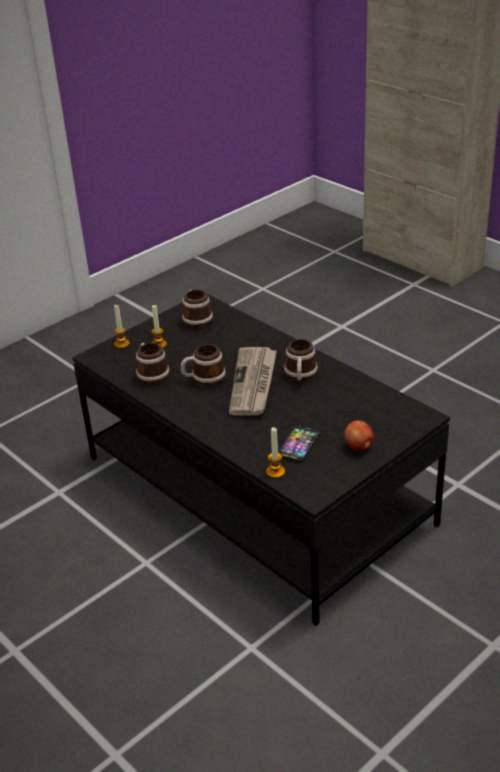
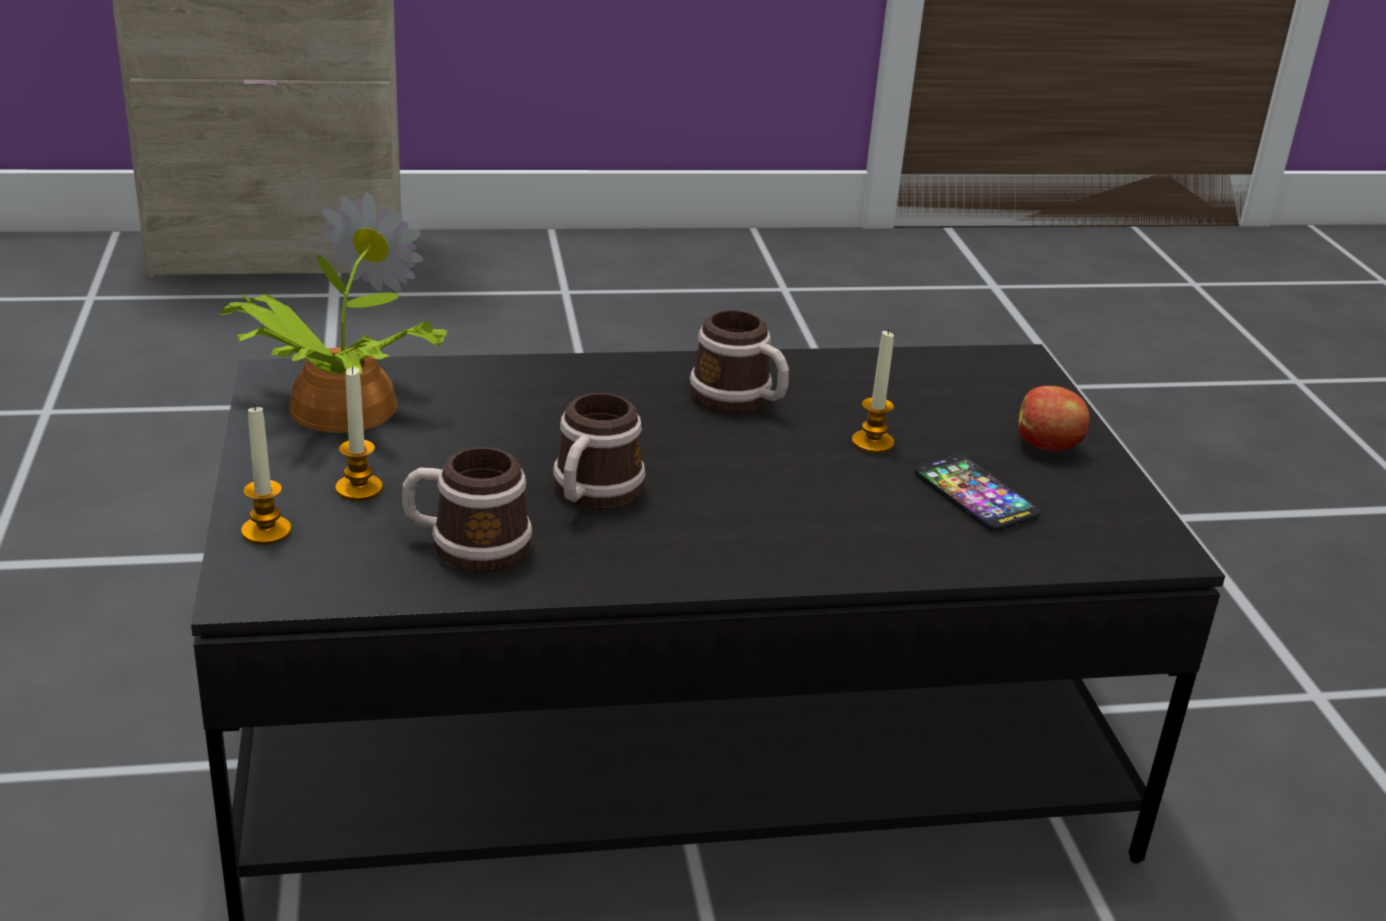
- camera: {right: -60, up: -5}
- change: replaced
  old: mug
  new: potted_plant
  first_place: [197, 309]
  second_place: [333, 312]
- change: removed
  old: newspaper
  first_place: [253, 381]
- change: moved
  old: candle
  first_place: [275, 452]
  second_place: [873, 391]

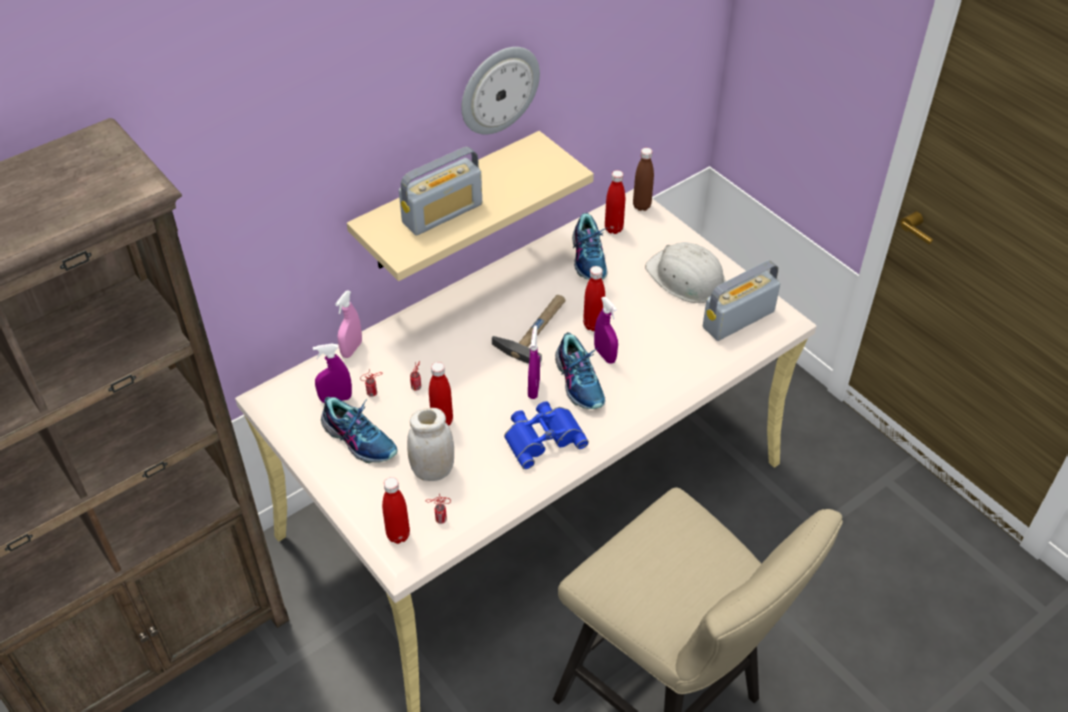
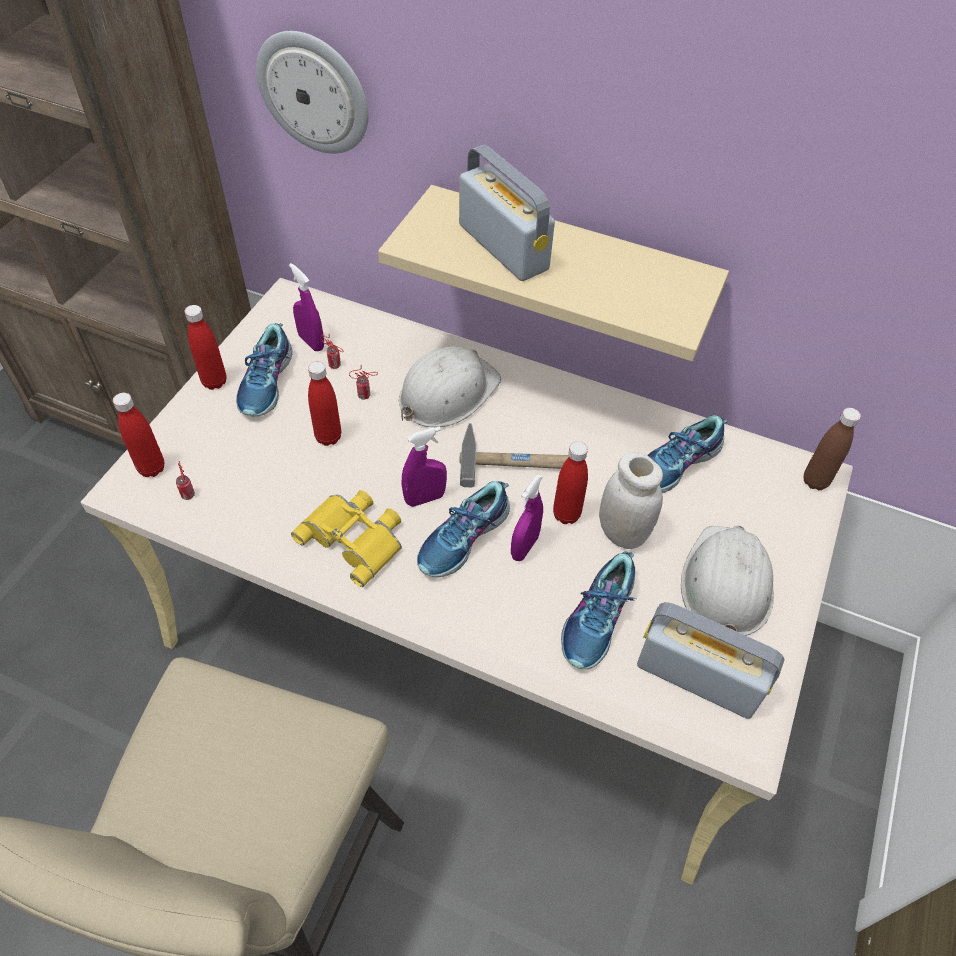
- camera: {right: 60, up: 5}
- change: removed
  old: pink_spray_bottle
  first_place: [348, 324]
- change: turned
  old: radio
  first_place: [440, 191]
  second_place: [507, 213]
  degrees: -150
- change: moved
  old: white_jar
  first_place: [430, 444]
  second_place: [631, 500]
- change: moved
  old: wall_clock
  first_place: [500, 90]
  second_place: [312, 92]
- change: recoloured
  old: blue_binoculars
  new: yellow_binoculars
  first_place: [546, 435]
  second_place: [346, 538]
- change: moved
  old: red_bottle
  first_place: [615, 202]
  second_place: [205, 347]
- change: added
  new: white_hard_hat
  second_place: [450, 386]
- change: added
  new: shoe
  second_place: [598, 610]

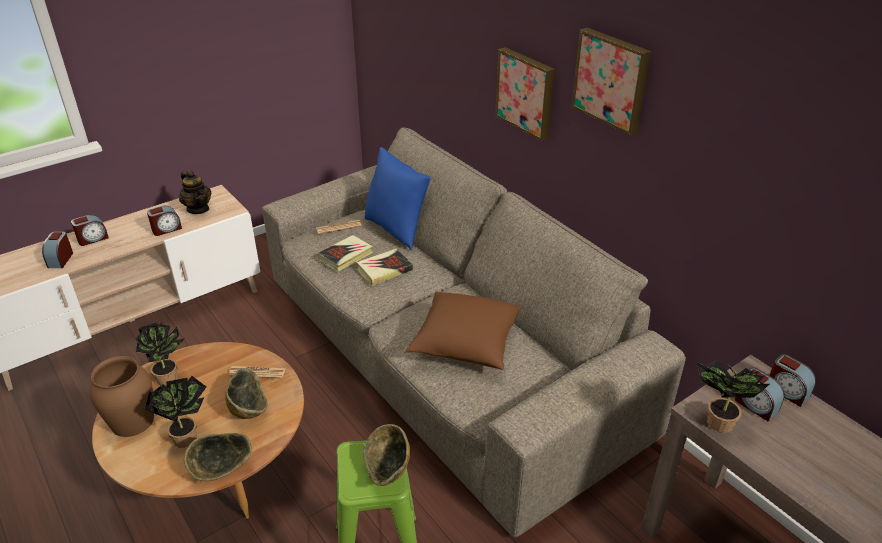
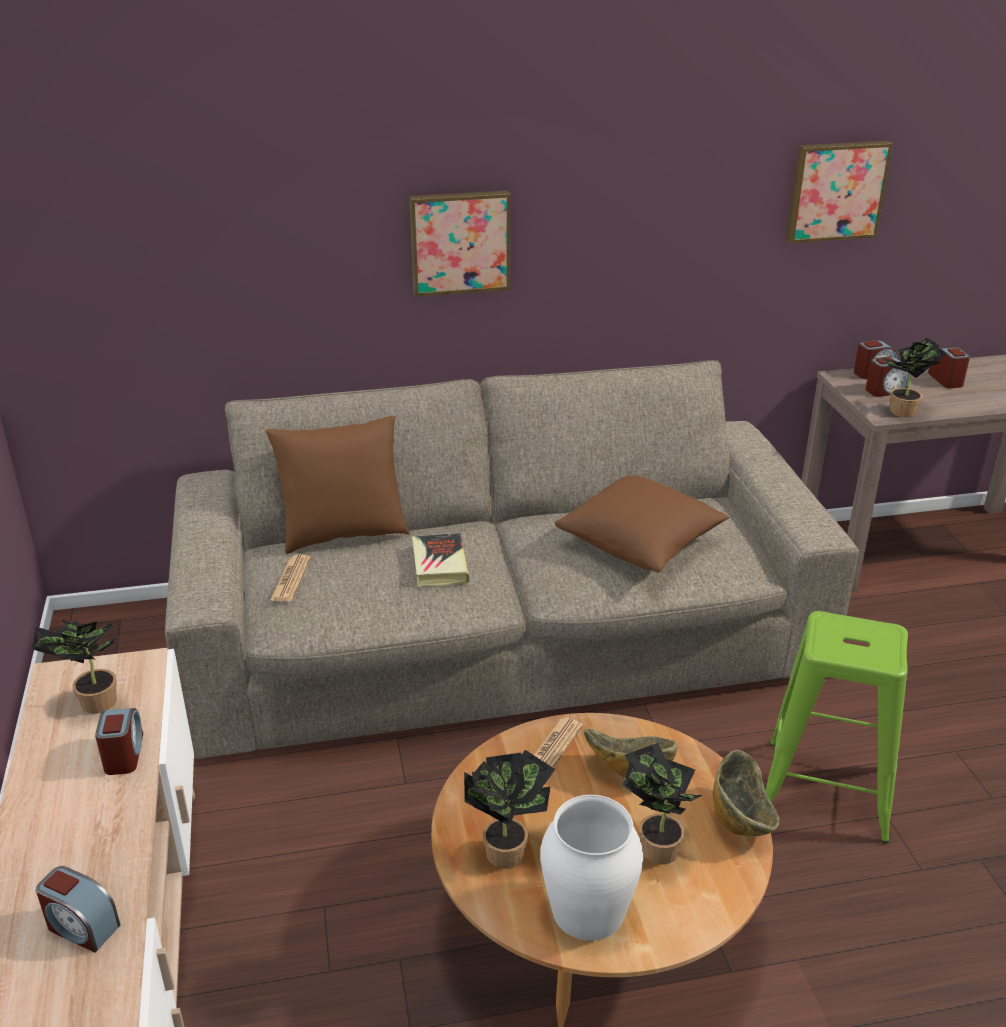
- camera: {right: -65, up: -5}
- change: moved
  old: alarm_clock
  first_place: [90, 230]
  second_place: [949, 368]
- change: recoloured
  old: brown_vase
  new: white_vase
  first_place: [122, 396]
  second_place: [591, 868]
- change: replaced
  old: teapot
  new: potted_plant
  first_place: [195, 192]
  second_place: [76, 667]
- change: removed
  old: book
  first_place: [345, 253]
- change: removed
  old: bowl
  first_place: [386, 455]
- change: recoloured
  old: blue_pillow
  new: brown_pillow
  first_place: [398, 198]
  second_place: [338, 485]
- change: moved
  old: picture
  first_place: [611, 81]
  second_place: [839, 192]

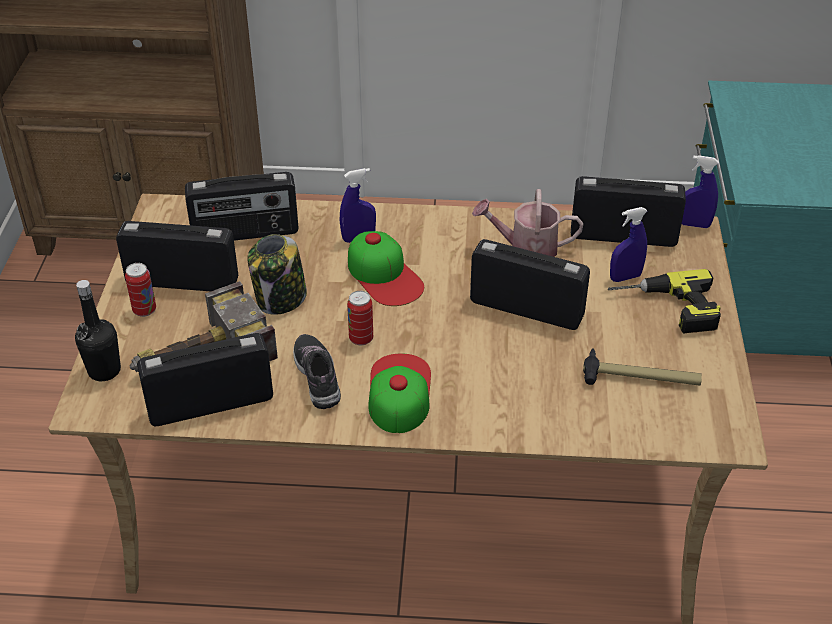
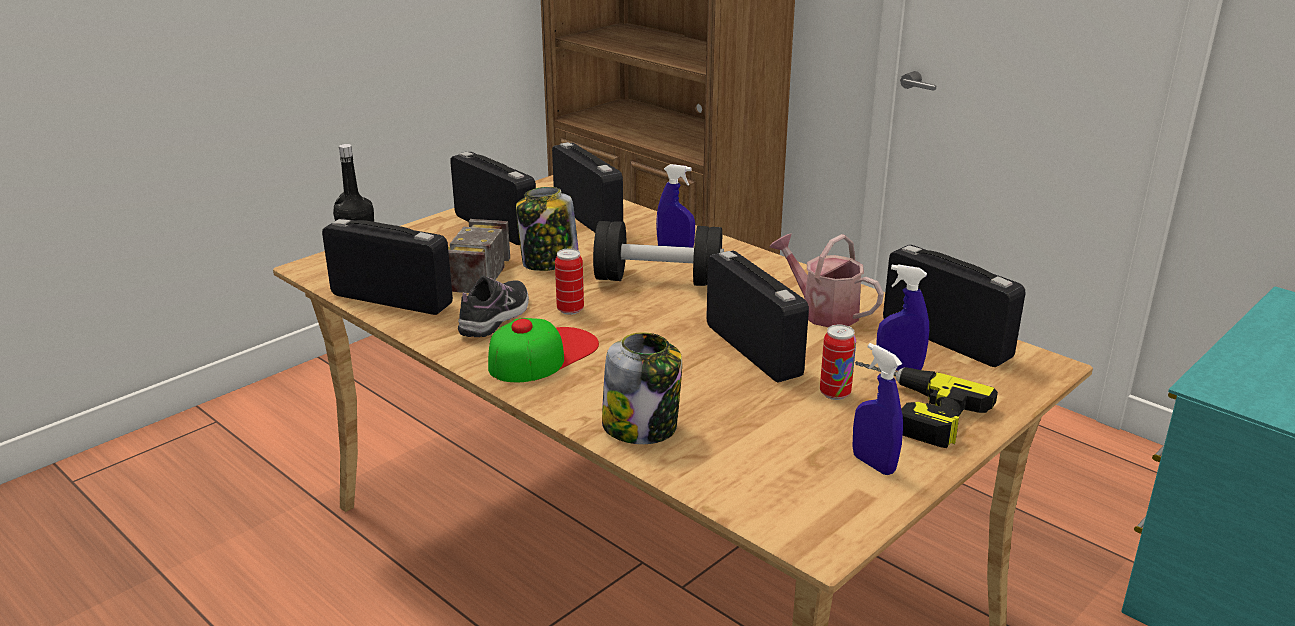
- camera: {right: 40, up: -15}
- change: moved
  old: can
  first_place: [140, 290]
  second_place: [838, 362]
- change: turned
  old: radio
  first_place: [242, 206]
  second_place: [587, 187]
  degrees: -150
- change: replaced
  old: cap
  new: black_dumbbell
  first_place: [386, 268]
  second_place: [658, 253]
- change: removed
  old: hammer
  first_place: [642, 366]
- change: moved
  old: blue_spray_bottle
  first_place: [700, 191]
  second_place: [878, 409]
- change: added
  new: jar
  second_place: [642, 388]

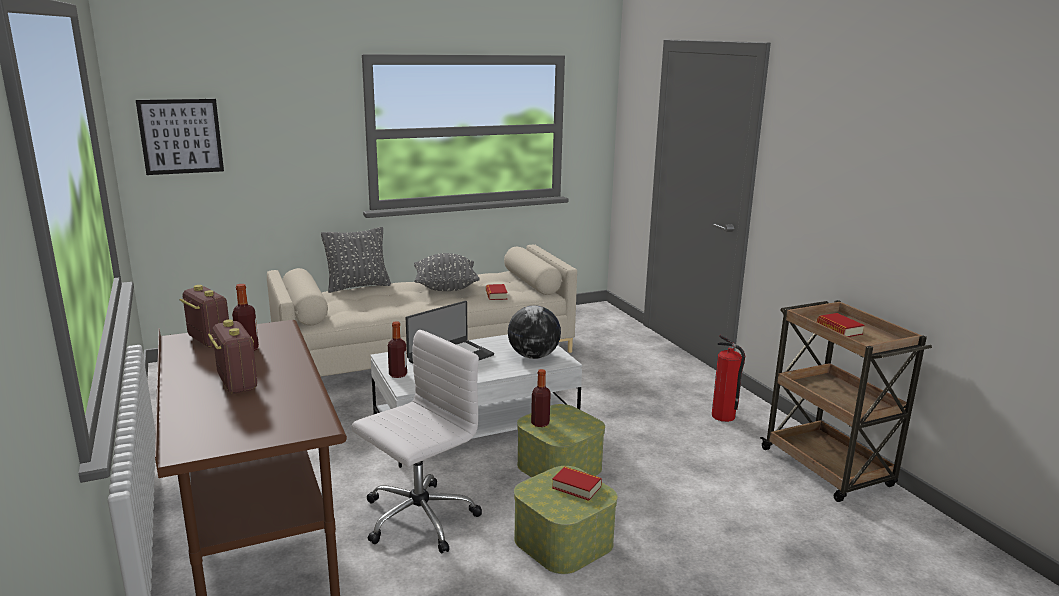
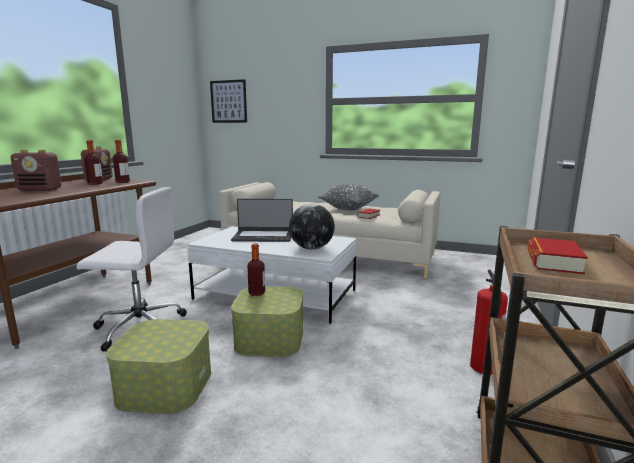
- camera: {right: 45, up: -5}
- change: turned
  old: radio
  first_place: [232, 357]
  second_place: [36, 170]
  degrees: 75
- change: removed
  old: grey_pillow
  first_place: [356, 260]
- change: moved
  old: bottle
  first_place: [397, 349]
  second_place: [121, 161]
- change: removed
  old: book
  first_place: [577, 484]

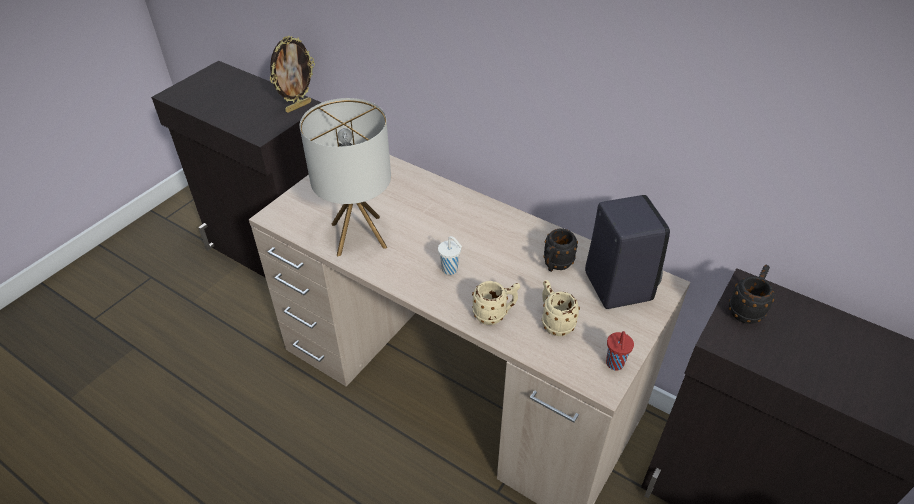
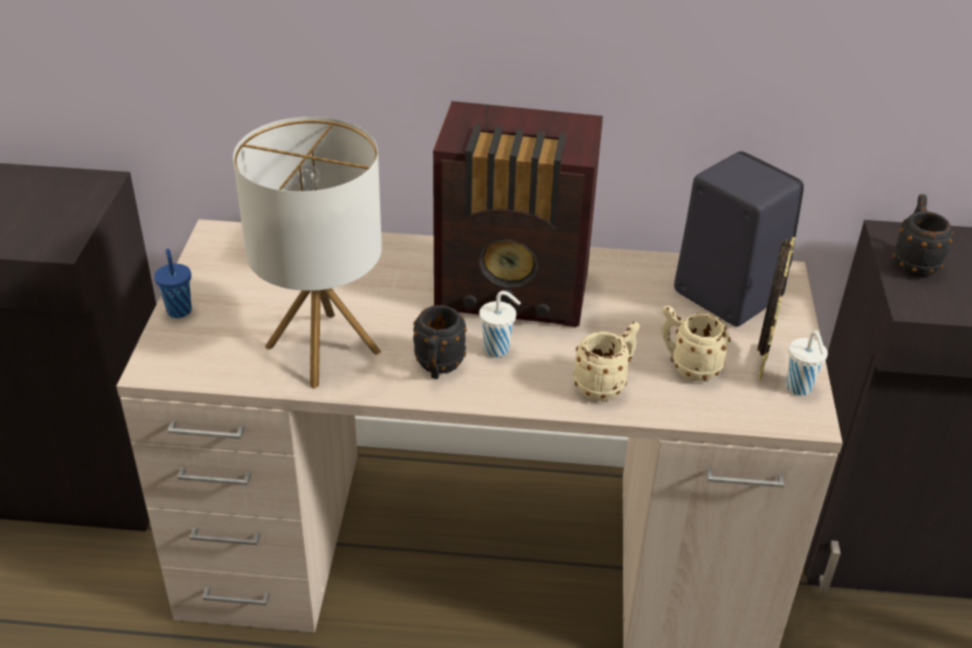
- camera: {right: -30, up: -5}
- change: moved
  old: picture_frame
  first_place: [292, 74]
  second_place: [776, 308]
- change: moved
  old: black_mug
  first_place: [560, 250]
  second_place: [440, 342]
- change: recoloured
  old: red_cup
  new: white_cup
  first_place: [620, 350]
  second_place: [807, 362]
- change: added
  new: blue_cup
  second_place: [173, 283]
- change: added
  new: radio
  second_place: [518, 214]

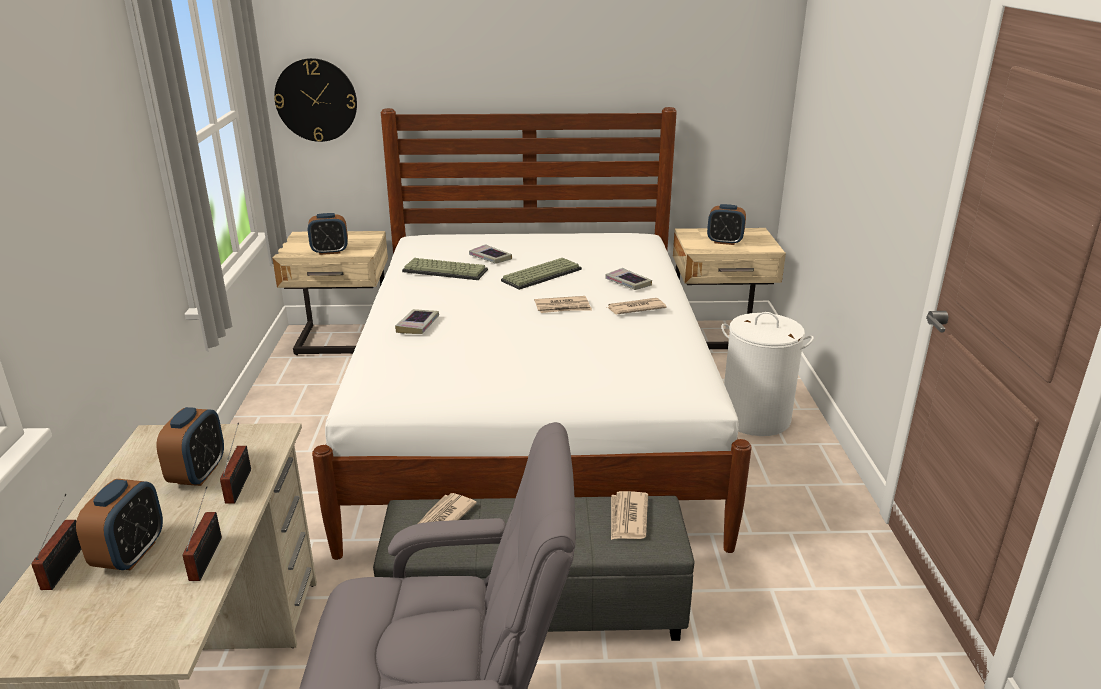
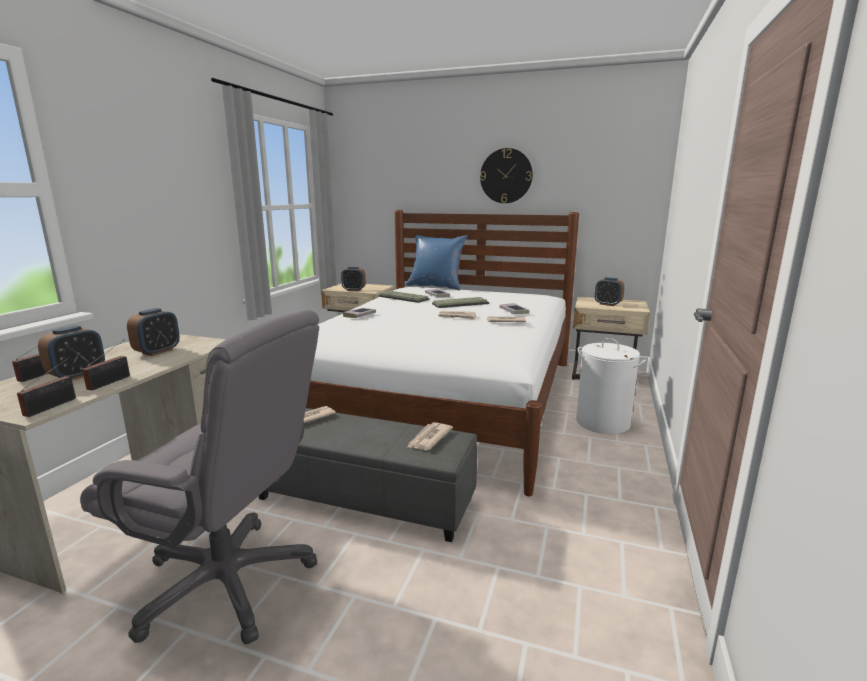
- camera: {right: 20, up: -10}
- change: moved
  old: radio
  first_place: [235, 463]
  second_place: [46, 387]
- change: moved
  old: wall_clock
  first_place: [315, 100]
  second_place: [506, 175]
- change: added
  new: blue_pillow
  second_place: [437, 262]

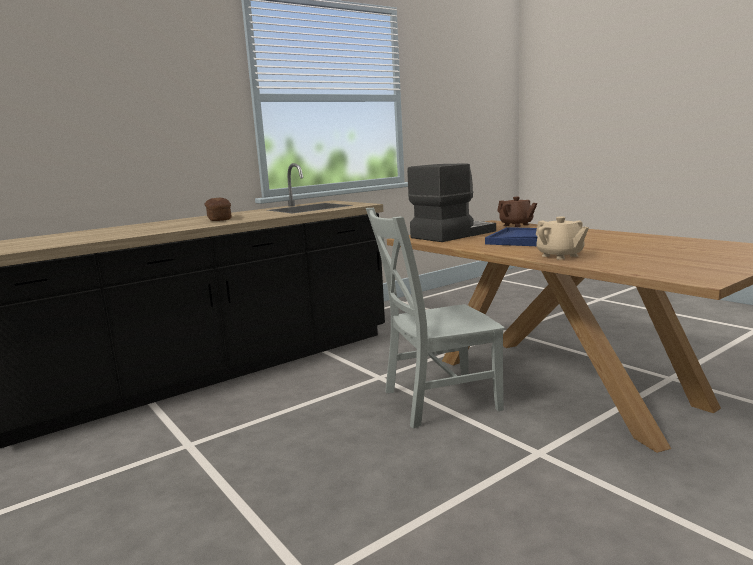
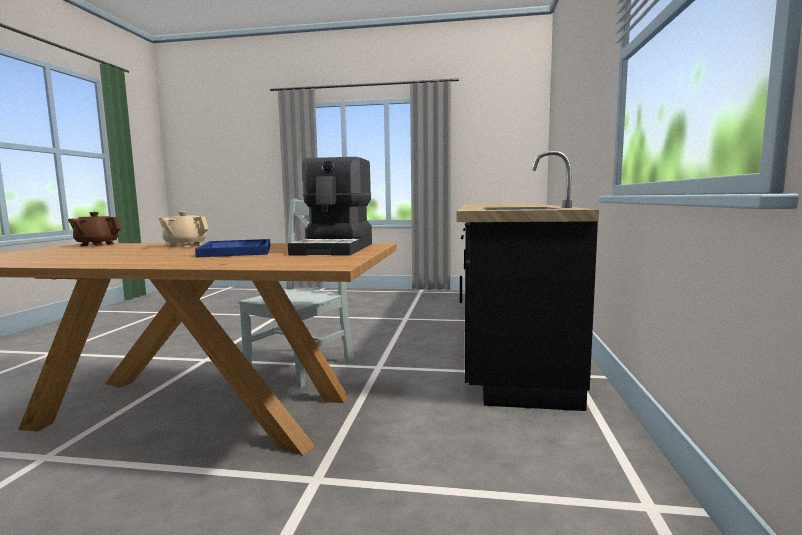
- camera: {right: 135, up: -5}
- change: removed
  old: bread
  first_place: [217, 209]
- change: moved
  old: brown_teapot
  first_place: [517, 212]
  second_place: [94, 229]

